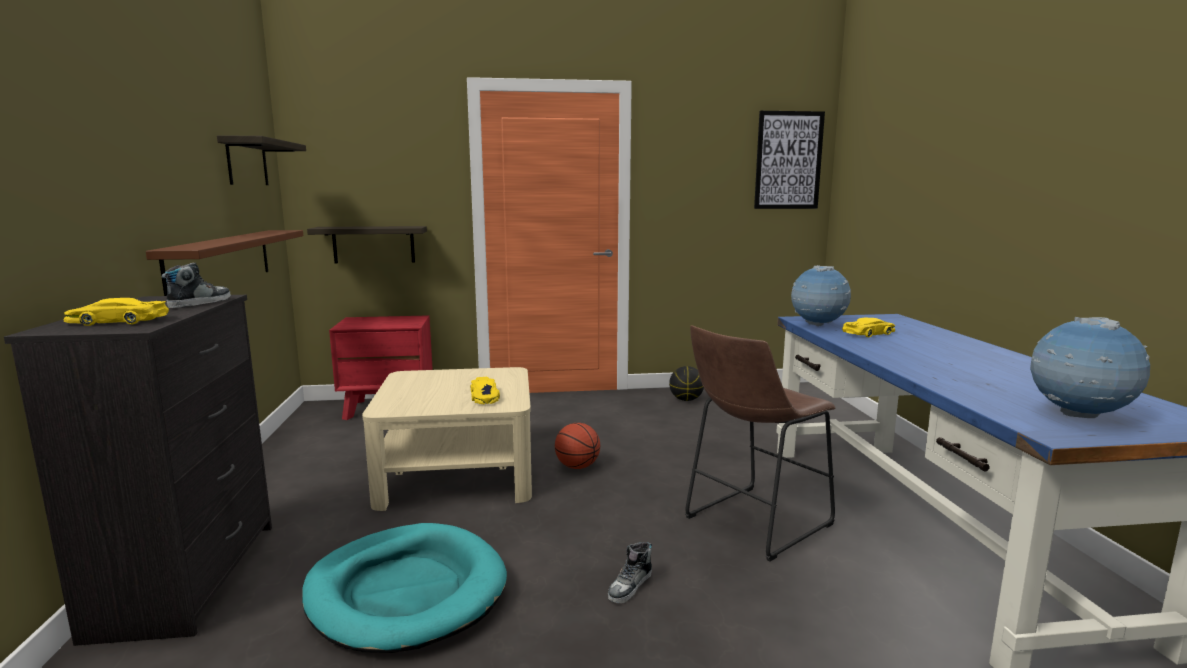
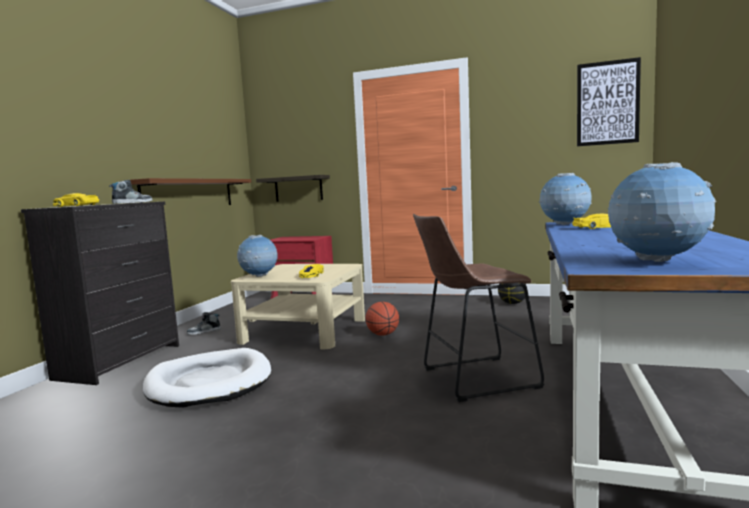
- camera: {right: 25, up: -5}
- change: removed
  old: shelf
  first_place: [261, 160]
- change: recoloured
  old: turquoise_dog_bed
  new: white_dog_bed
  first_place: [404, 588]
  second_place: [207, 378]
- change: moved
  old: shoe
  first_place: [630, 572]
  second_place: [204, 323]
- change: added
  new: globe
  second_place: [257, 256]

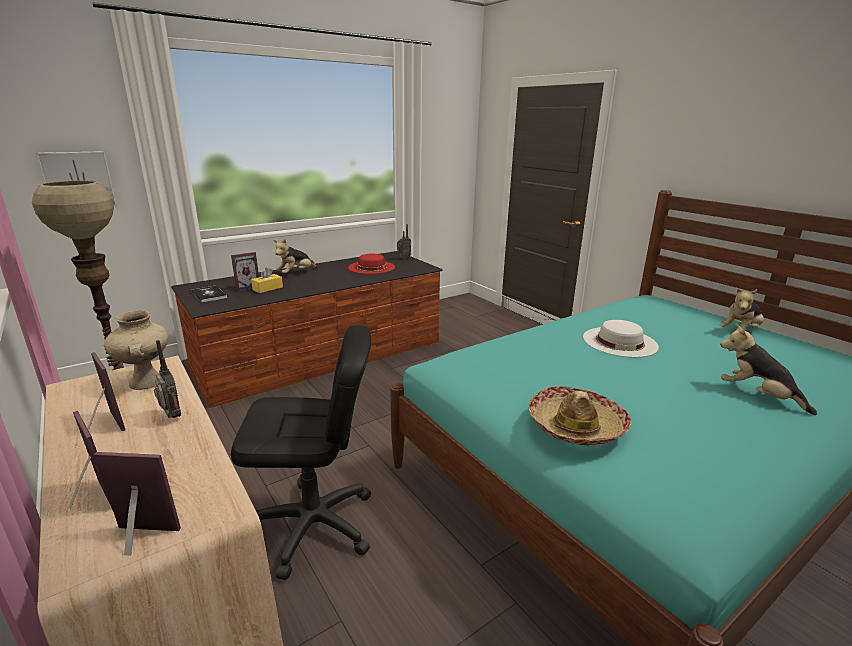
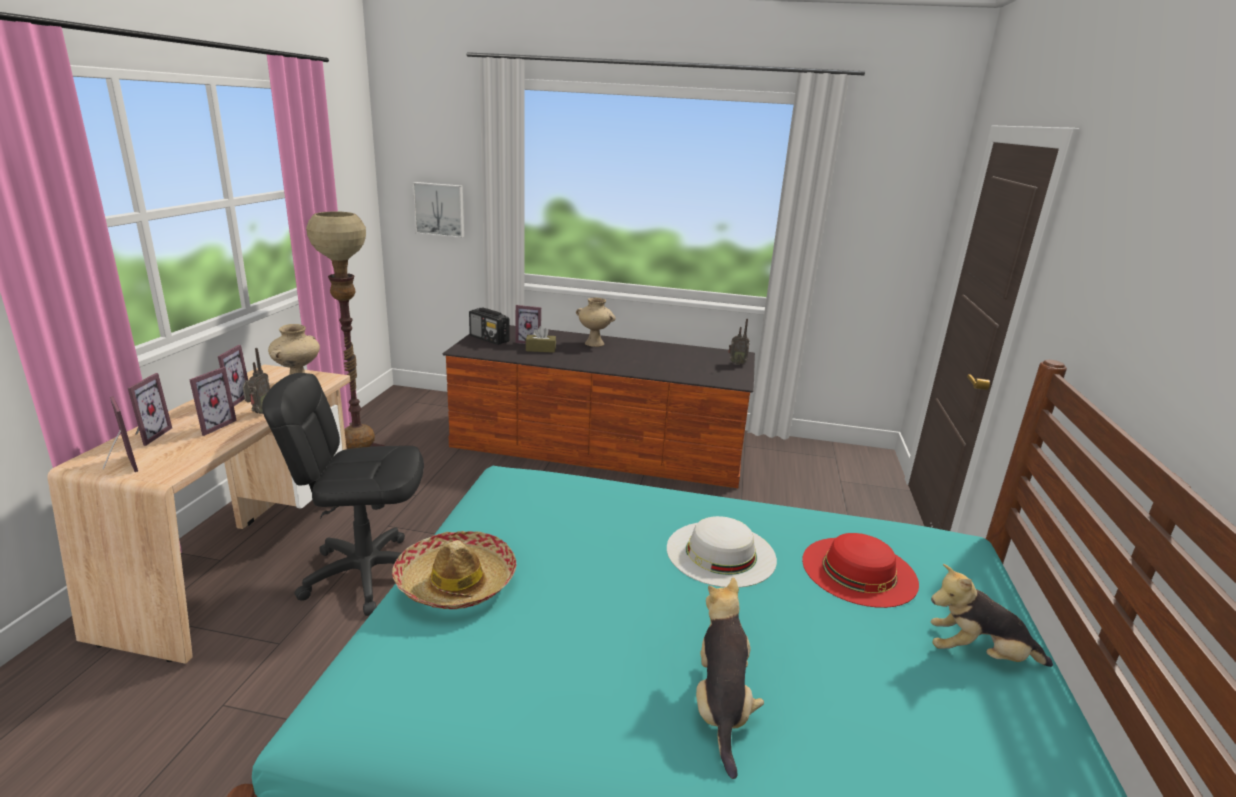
- camera: {right: 45, up: 0}
- change: replaced
  old: book
  new: radio
  first_place: [209, 294]
  second_place: [489, 326]
- change: turned
  old: black_office_chair
  first_place: [301, 452]
  second_place: [343, 494]
  degrees: 135
- change: recoloured
  old: yellow_tissue_box
  new: brown_tissue_box
  first_place: [267, 280]
  second_place: [540, 339]
- change: replaced
  old: plush_toy
  new: beige_vase
  first_place: [296, 256]
  second_place: [596, 322]
- change: moved
  old: red_hat
  first_place: [371, 263]
  second_place: [860, 570]
- change: added
  new: picture_frame
  second_place: [213, 401]

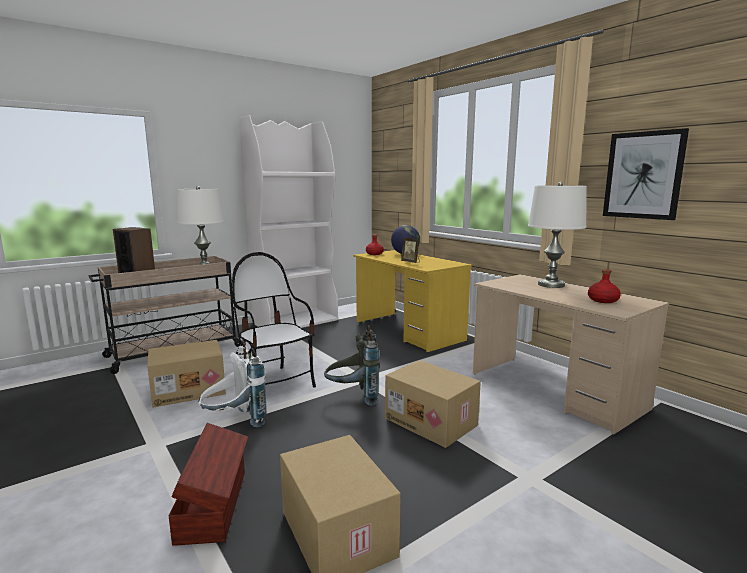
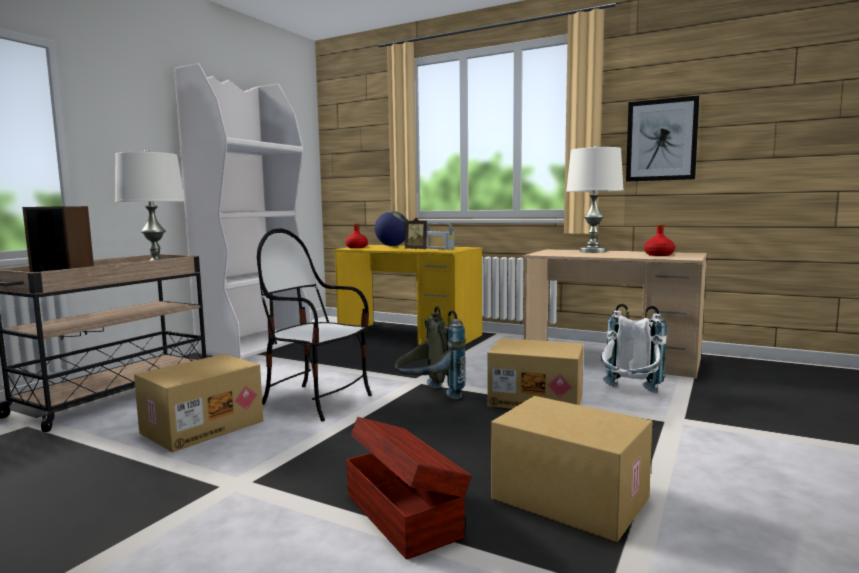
- camera: {right: -25, up: -5}
- change: moved
  old: white_backpack
  first_place: [232, 384]
  second_place: [634, 348]
- change: added
  new: radio
  second_place: [440, 236]

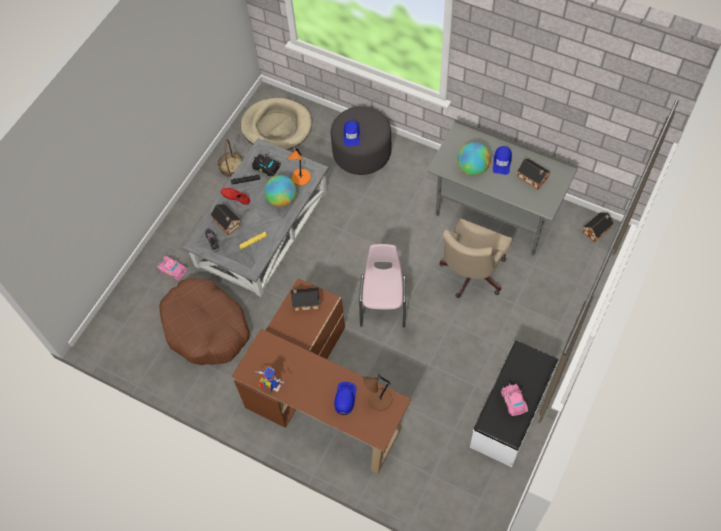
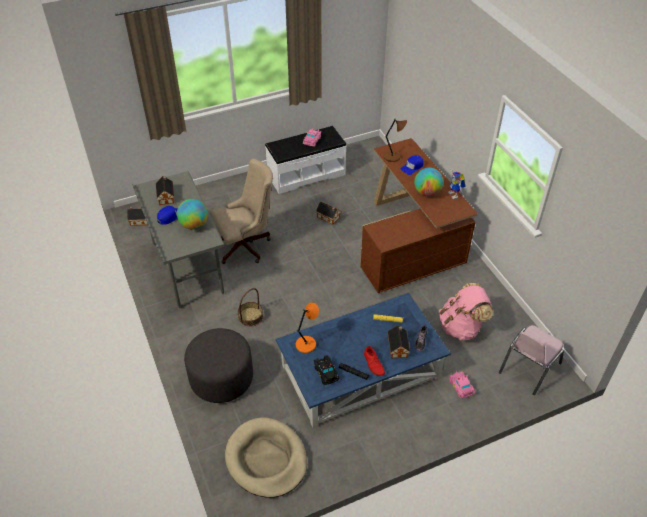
- camera: {right: -145, up: -15}
- change: replaced
  old: brown_dog_bed
  new: pink_backpack
  first_place: [204, 321]
  second_place: [466, 311]
- change: recoloured
  old: grey_coffee_table
  new: blue_coffee_table
  first_place: [255, 217]
  second_place: [363, 360]
- change: moved
  old: basket
  first_place: [230, 158]
  second_place: [250, 307]
- change: moved
  old: globe
  first_place: [280, 191]
  second_place: [428, 182]
- change: moved
  old: toy_house
  first_place: [305, 299]
  second_place: [328, 213]
- change: removed
  old: blue_cap
  first_place: [352, 133]
- change: moved
  old: pink_chair
  first_place: [382, 285]
  second_place: [531, 360]

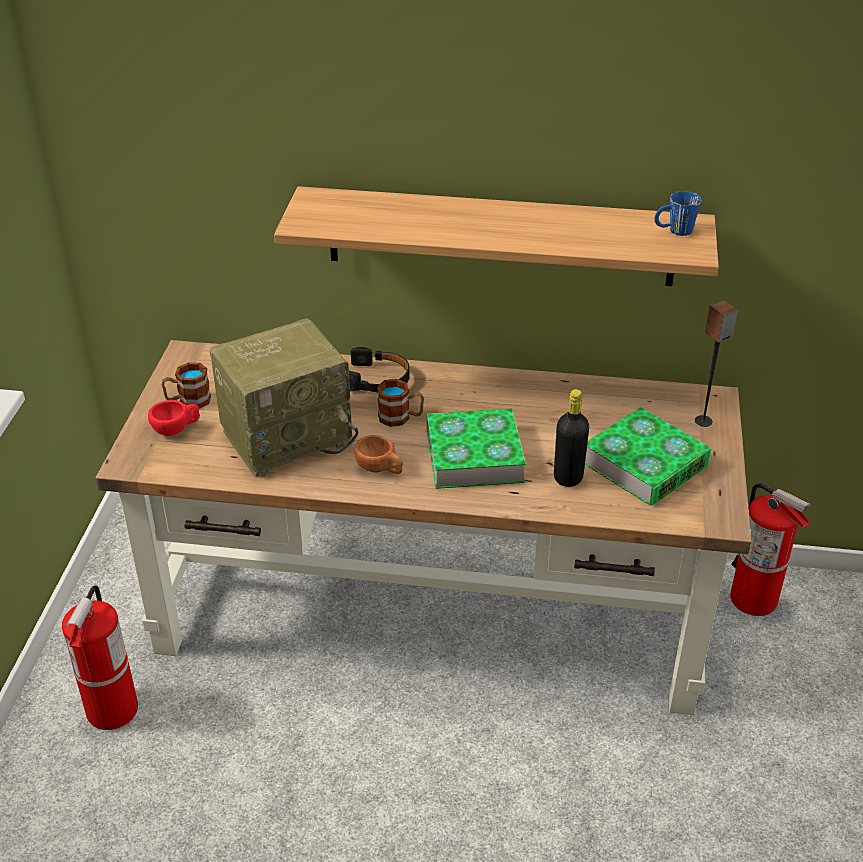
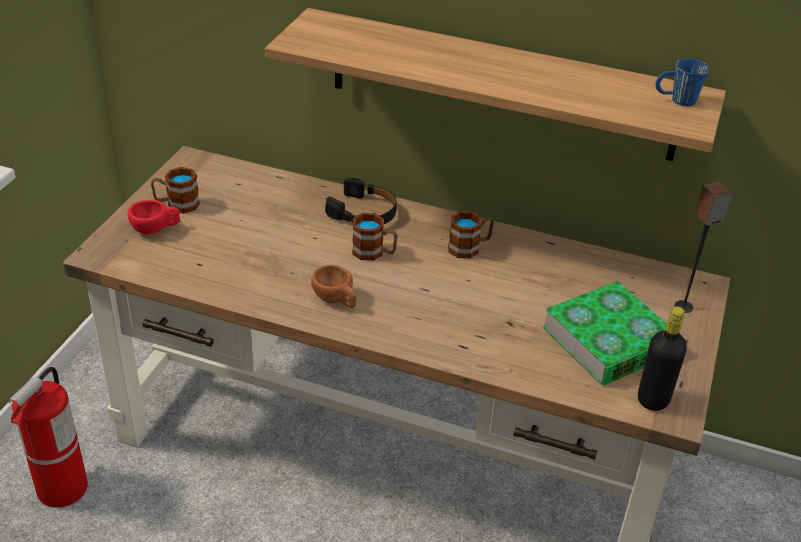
- camera: {right: 10, up: 0}
- change: removed
  old: radio
  first_place: [284, 397]
- change: removed
  old: book
  first_place: [476, 448]
- change: moved
  old: black_bottle
  first_place: [571, 438]
  second_place: [662, 358]
- change: removed
  old: fire_extinguisher
  first_place: [770, 549]
- change: added
  new: mug
  second_place: [471, 235]

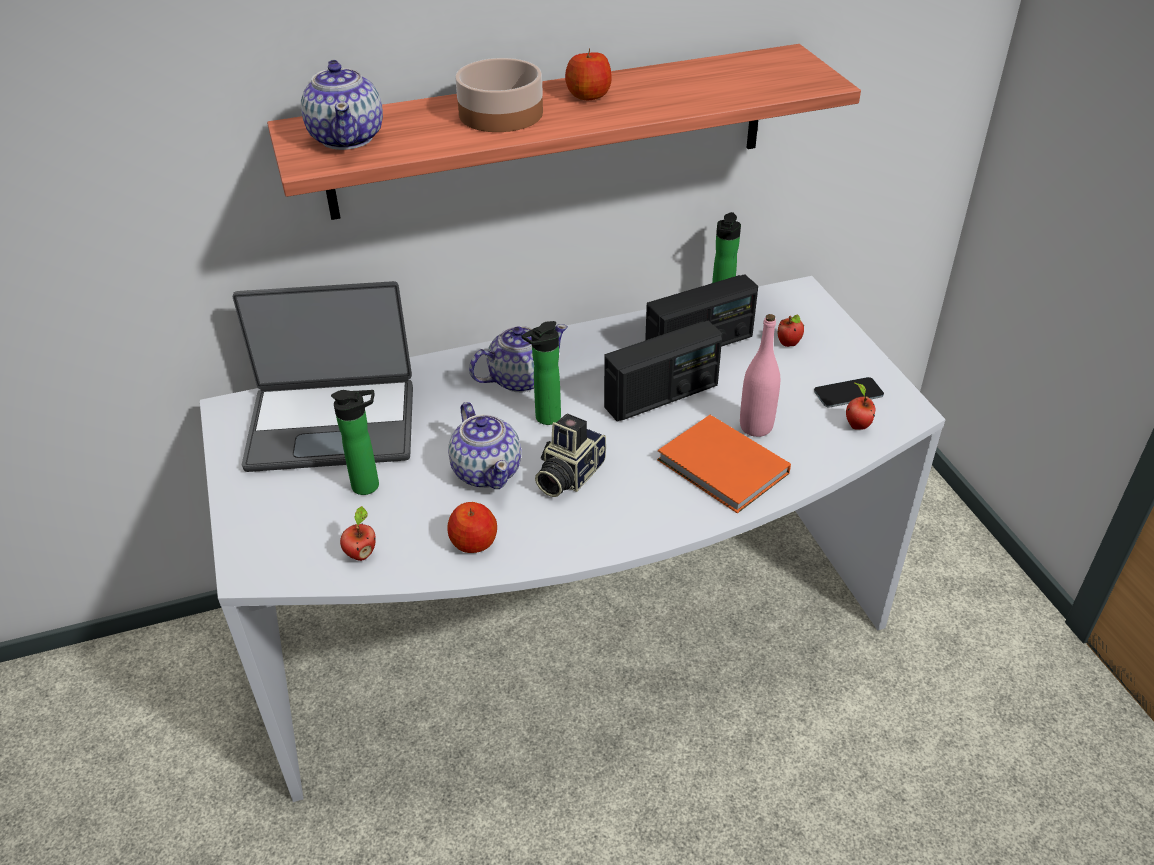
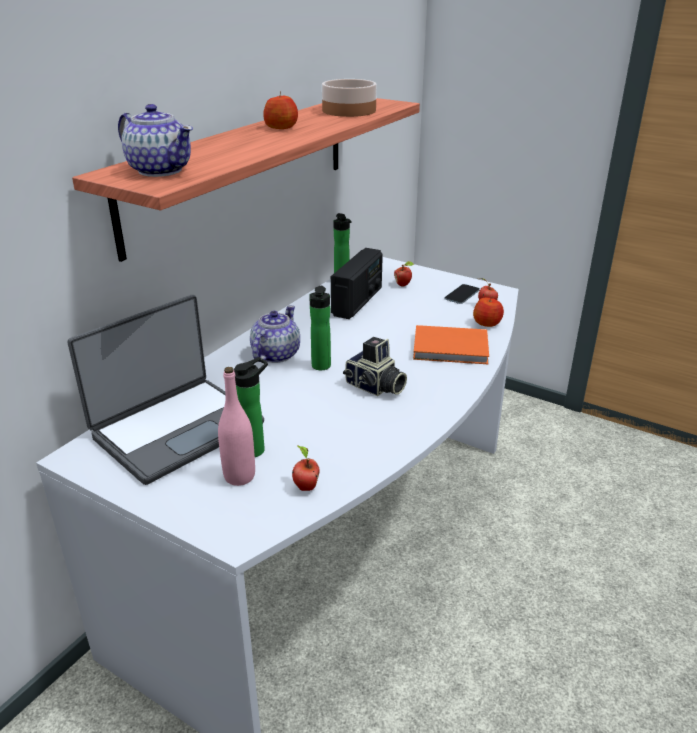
- camera: {right: -40, up: -10}
- change: moved
  old: apple
  first_place: [472, 527]
  second_place: [488, 312]
- change: removed
  old: teapot
  first_place: [485, 445]
- change: moved
  old: bowl
  first_place: [499, 95]
  second_place: [349, 98]
- change: turned
  old: photo_camera
  first_place: [570, 455]
  second_place: [375, 366]
  degrees: -45
- change: removed
  old: radio
  first_place: [663, 371]
- change: moved
  old: pink_bottle
  first_place: [760, 375]
  second_place: [236, 426]

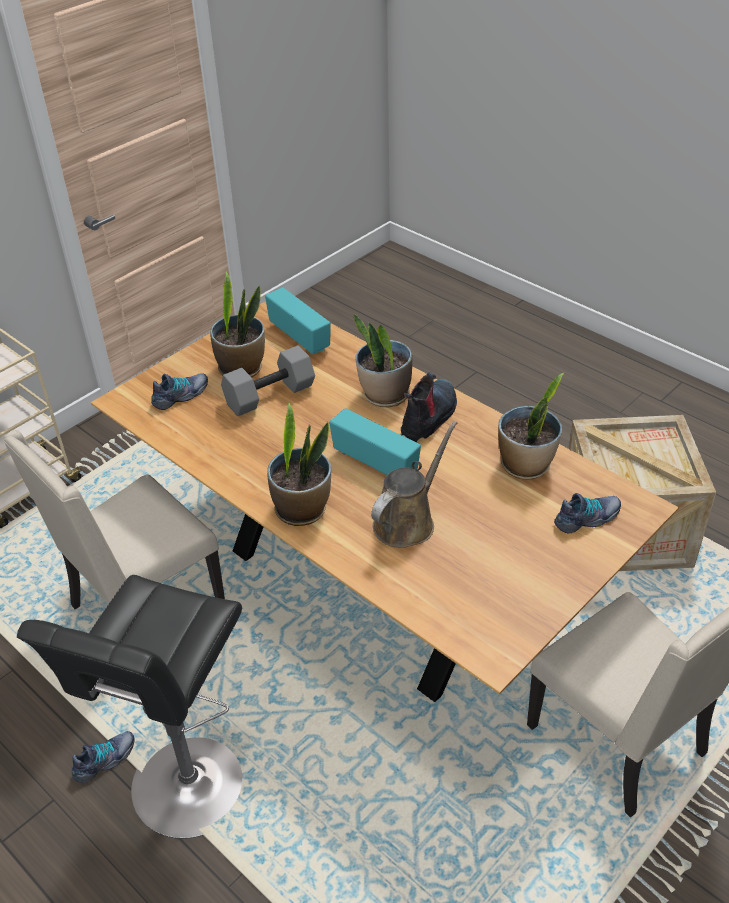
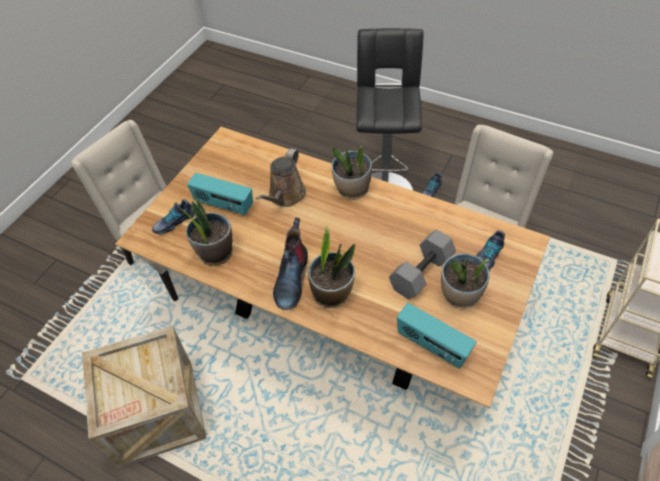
- camera: {right: 165, up: 10}
- change: moved
  old: radio
  first_place: [375, 441]
  second_place: [220, 194]

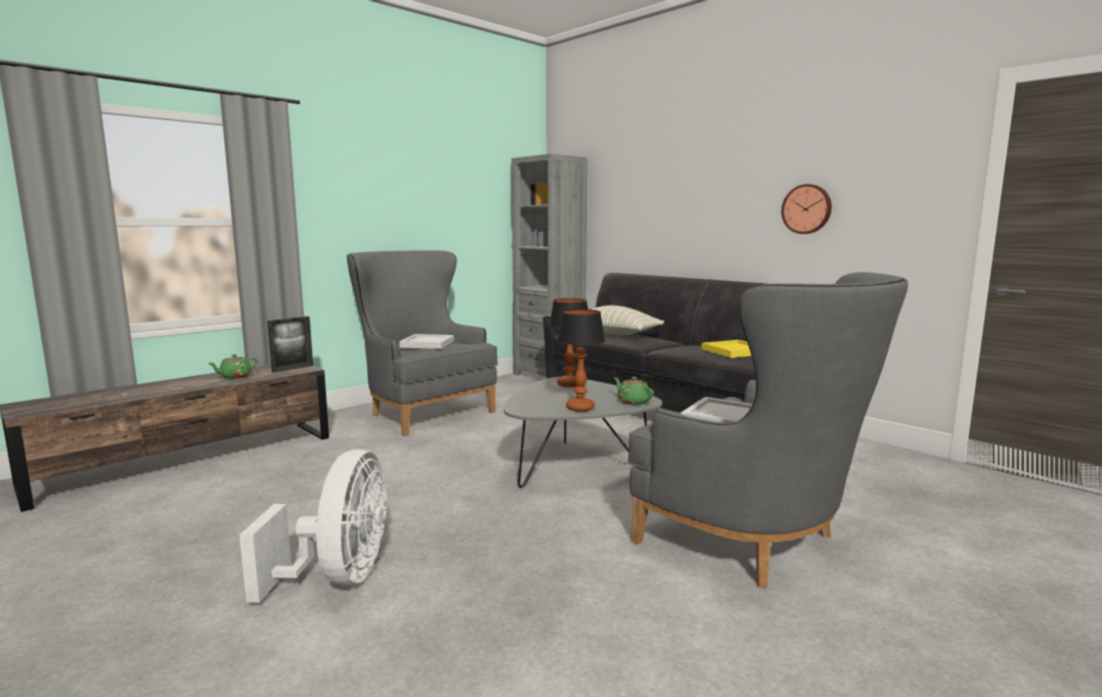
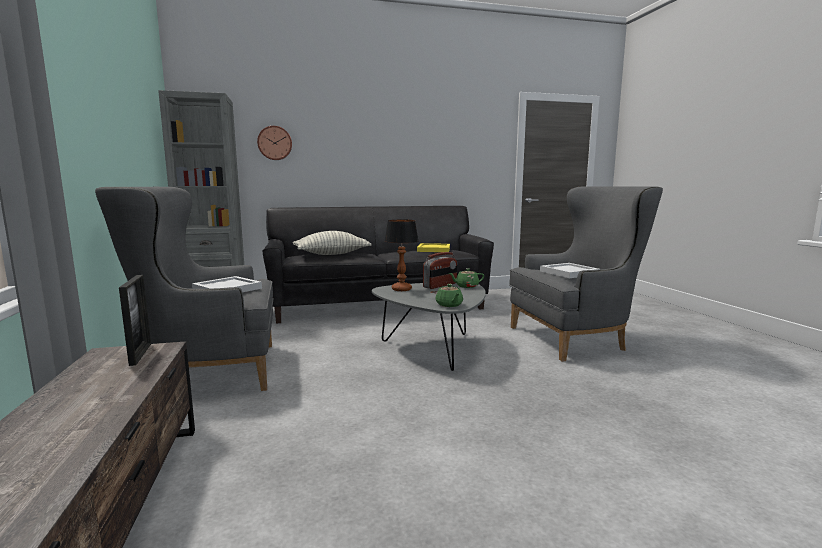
- camera: {right: -60, up: 0}
- change: moved
  old: green_teapot
  first_place: [233, 366]
  second_place: [449, 295]
- change: removed
  old: white_fan
  first_place: [313, 526]
- change: removed
  old: table_lamp
  first_place: [581, 360]
- change: moved
  old: wall_clock
  first_place: [806, 209]
  second_place: [274, 143]
- change: added
  new: radio
  second_place: [440, 270]

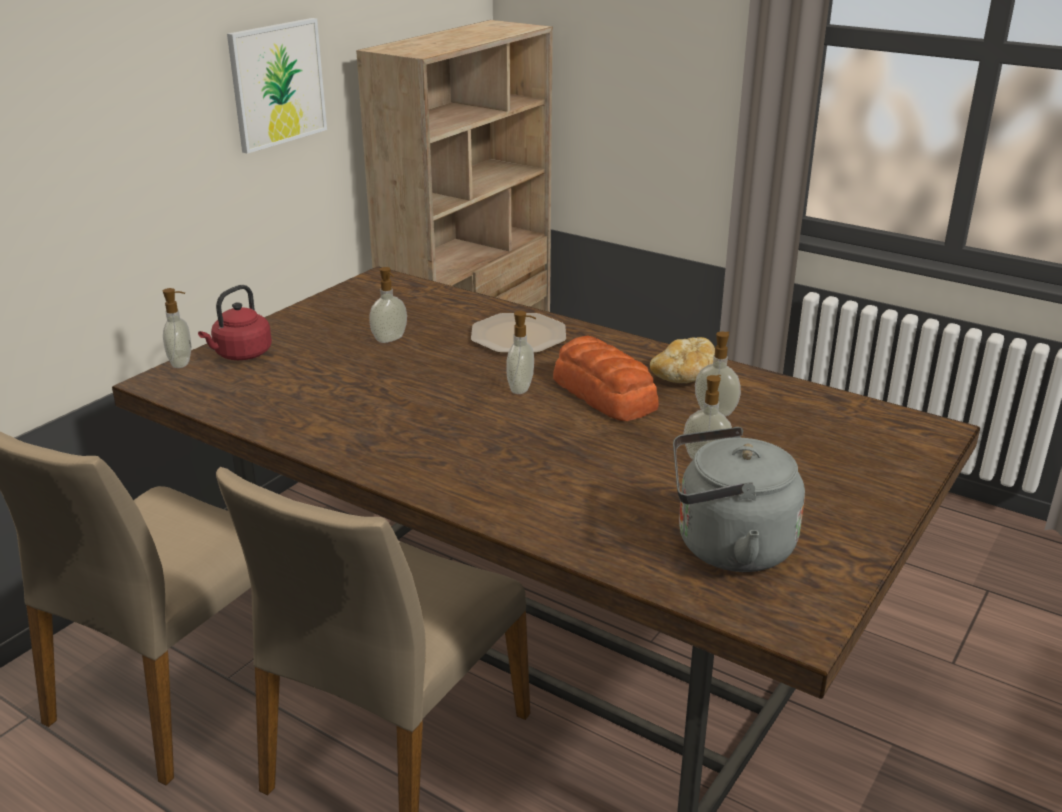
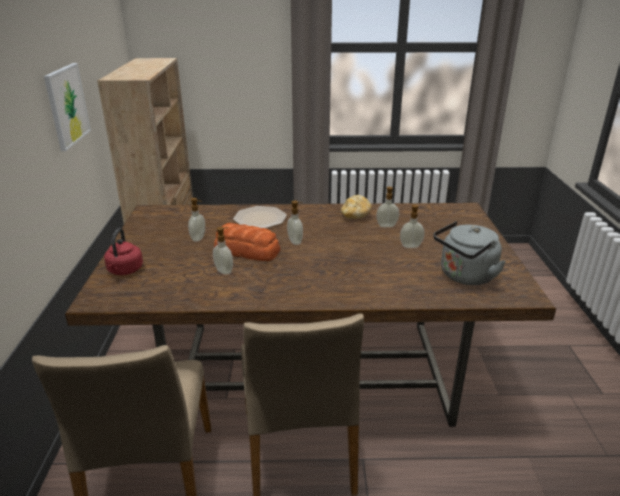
- camera: {right: -35, up: 0}
- change: moved
  old: soap_dispenser
  first_place: [177, 328]
  second_place: [223, 251]
- change: moved
  old: bread
  first_place: [606, 378]
  second_place: [247, 242]

